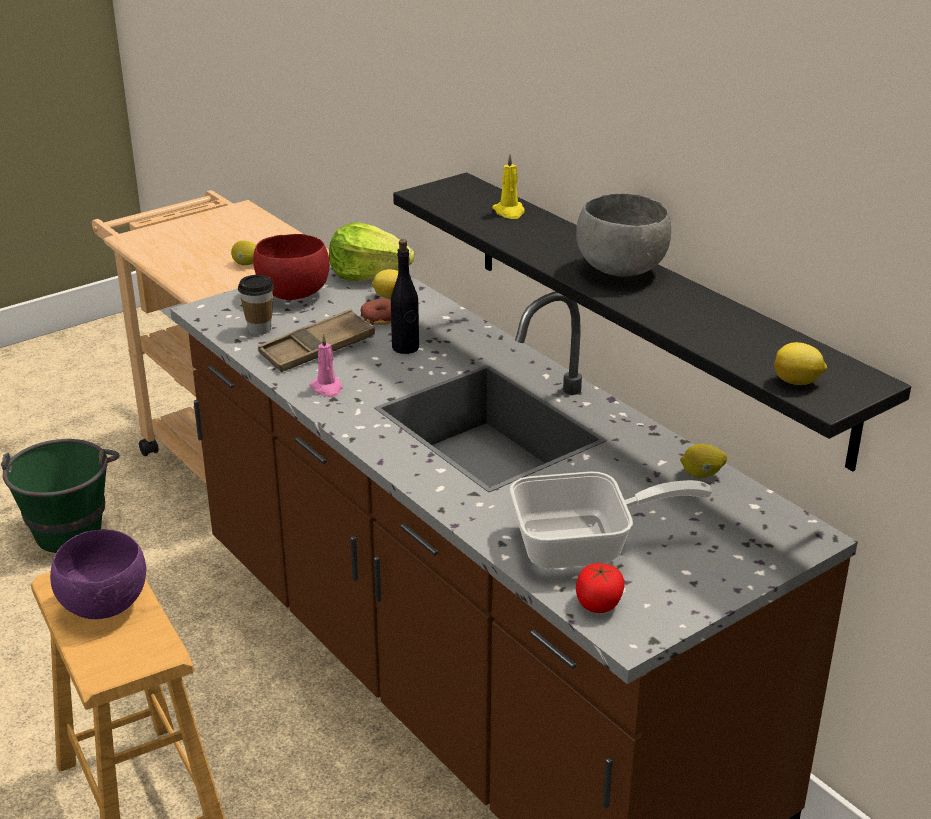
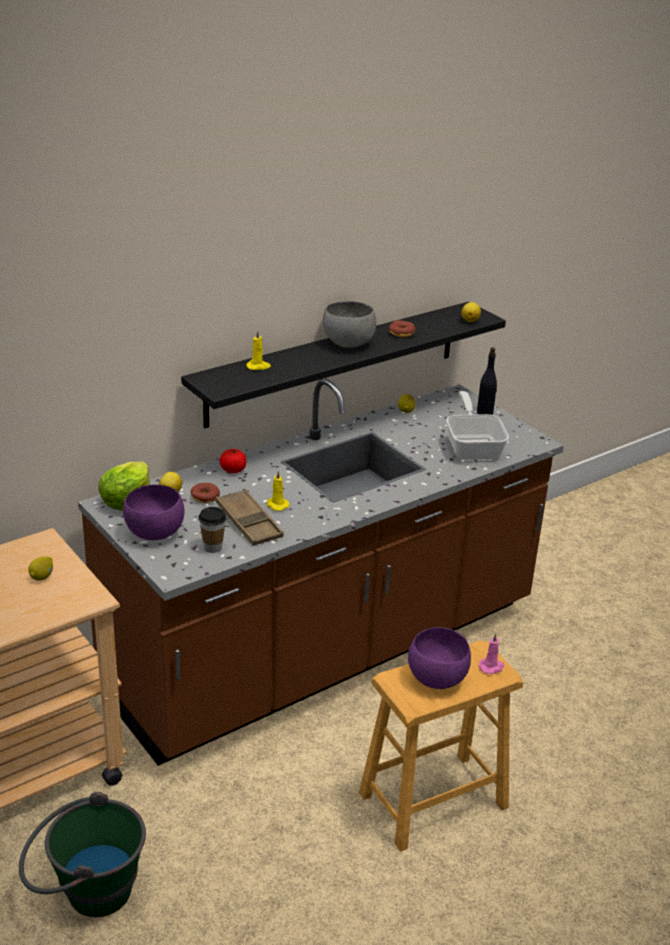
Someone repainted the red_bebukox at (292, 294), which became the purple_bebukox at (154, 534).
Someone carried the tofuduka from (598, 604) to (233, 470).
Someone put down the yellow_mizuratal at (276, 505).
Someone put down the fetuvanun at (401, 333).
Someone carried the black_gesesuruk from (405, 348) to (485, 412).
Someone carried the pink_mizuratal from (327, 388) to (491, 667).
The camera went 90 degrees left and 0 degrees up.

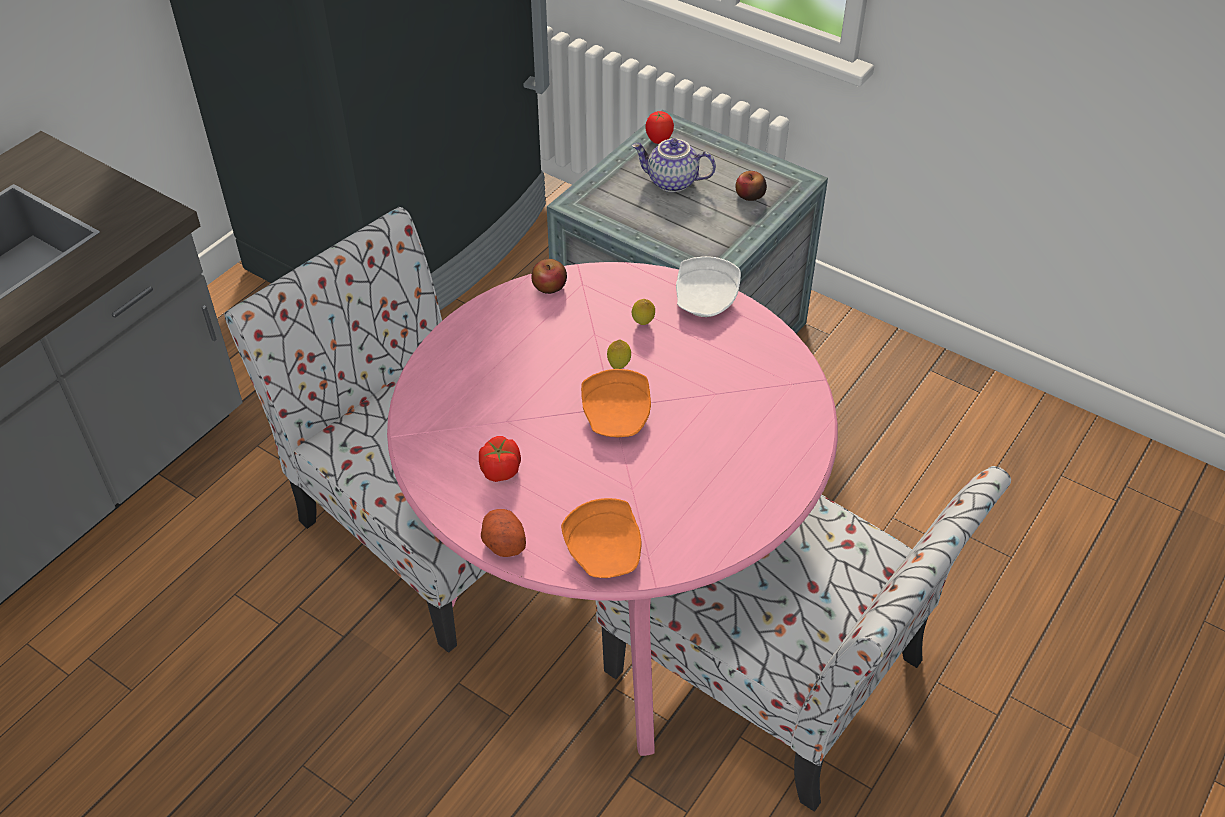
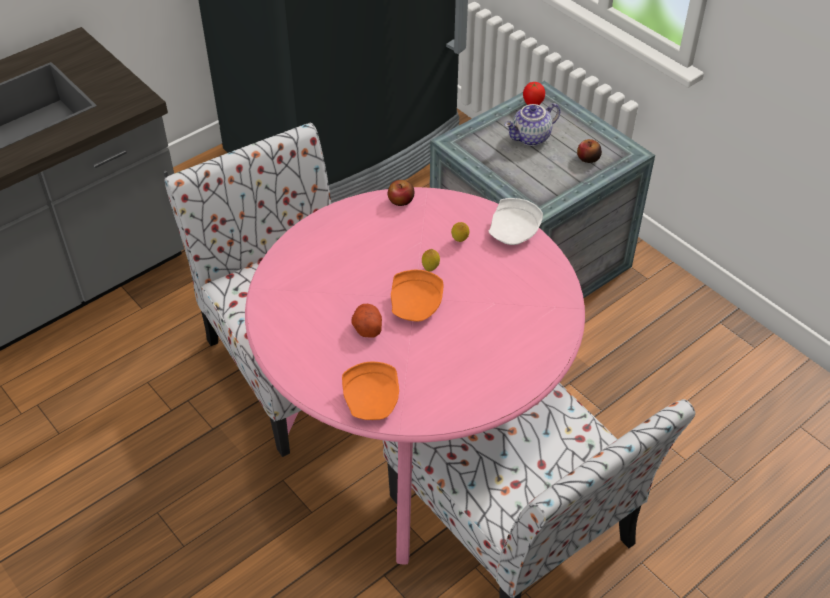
Someone carried the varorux from (503, 542) to (367, 327).
Someone rotated the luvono at (671, 182) by 60 degrees counterclockwise.
Someone took away the tofuduka at (500, 470).
The camera went 15 degrees right and 0 degrees up.

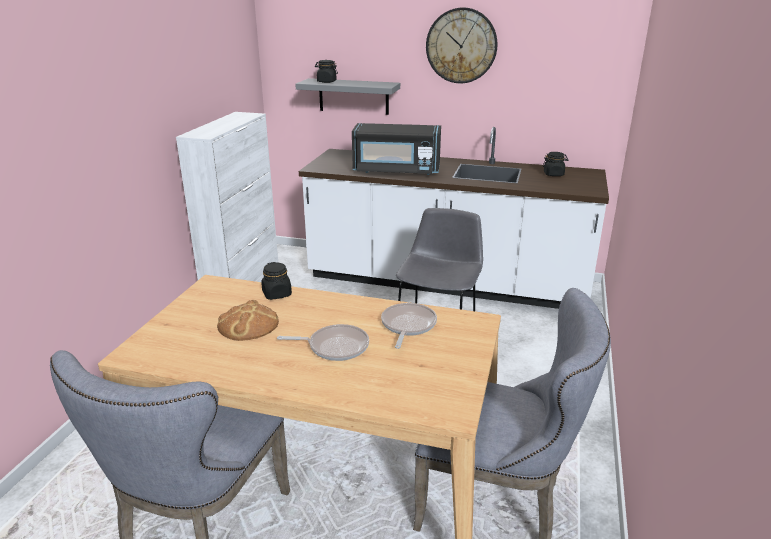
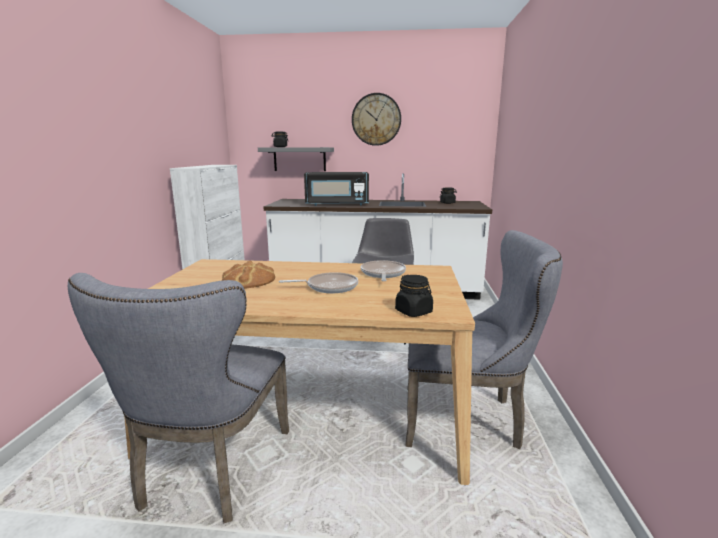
Someone carried the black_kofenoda from (277, 294) to (414, 312).
The camera went 10 degrees left and 10 degrees down.

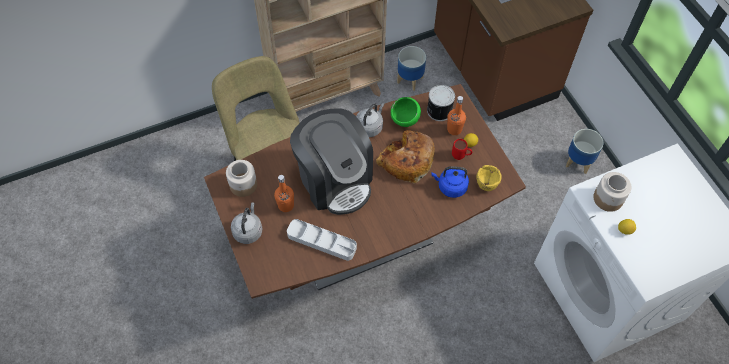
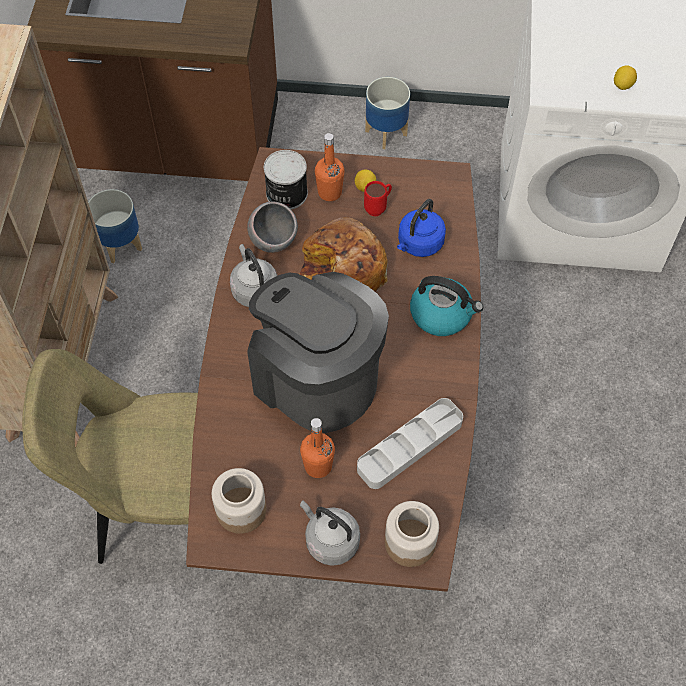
Someone repainted the green_bebukox at (405, 120), which became the grey_bebukox at (273, 241).
Someone rotated the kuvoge at (335, 180) by 135 degrees counterclockwise.
Someone carried the kofenoda from (608, 198) to (410, 542).
Someone put down the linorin at (442, 314).
Someone took away the yellow_bebukox at (486, 184).
The camera went 60 degrees left and 0 degrees up.

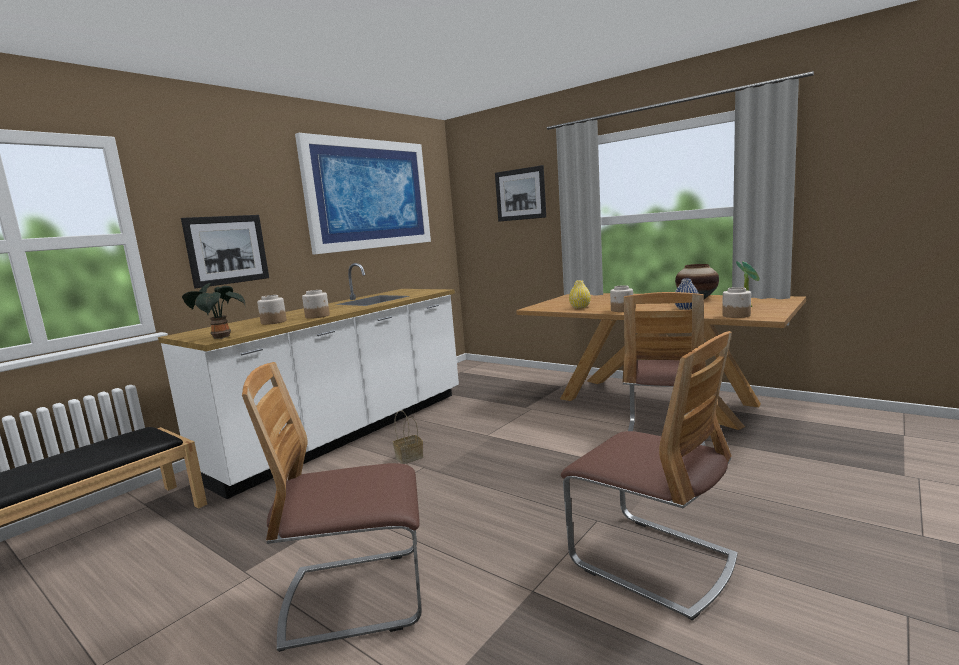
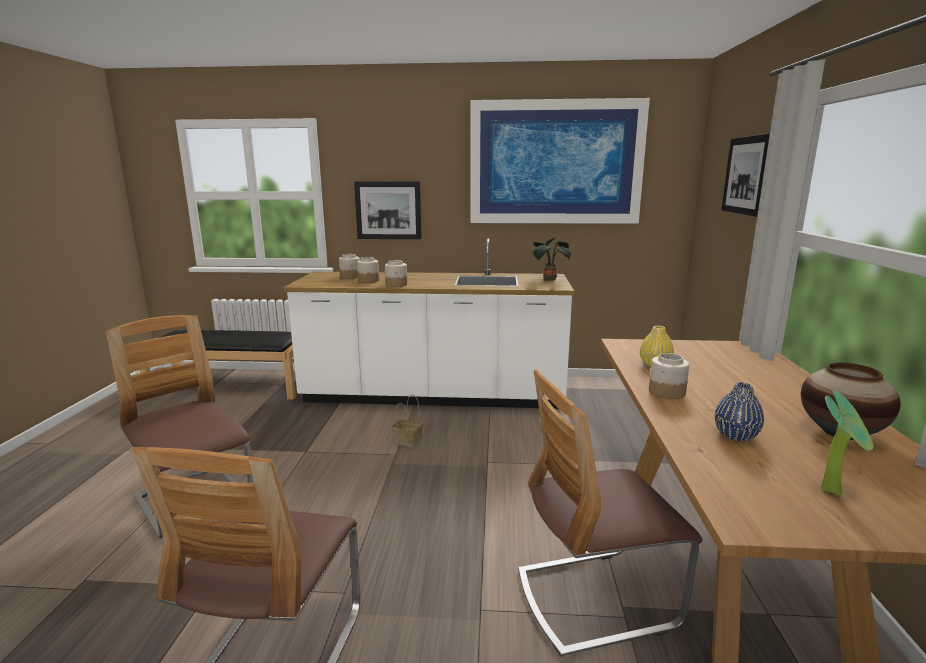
Someone carried the kofenoda from (736, 315) to (350, 276).
Someone carried the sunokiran from (219, 337) to (549, 279).
The camera went 55 degrees right and 5 degrees up.

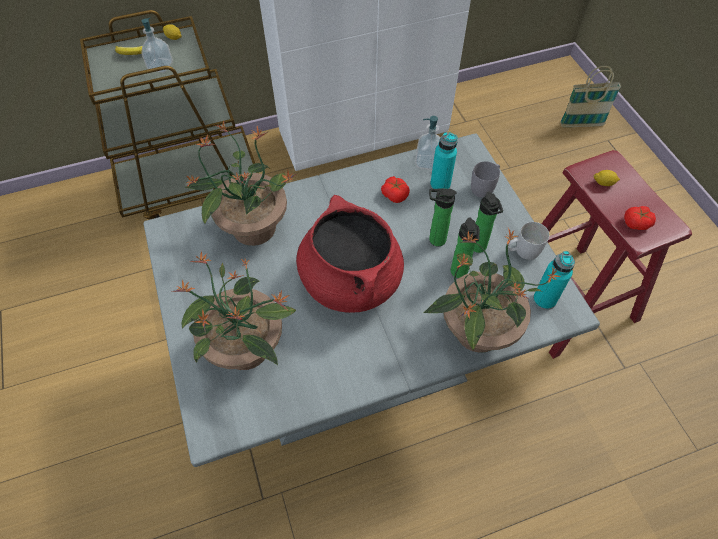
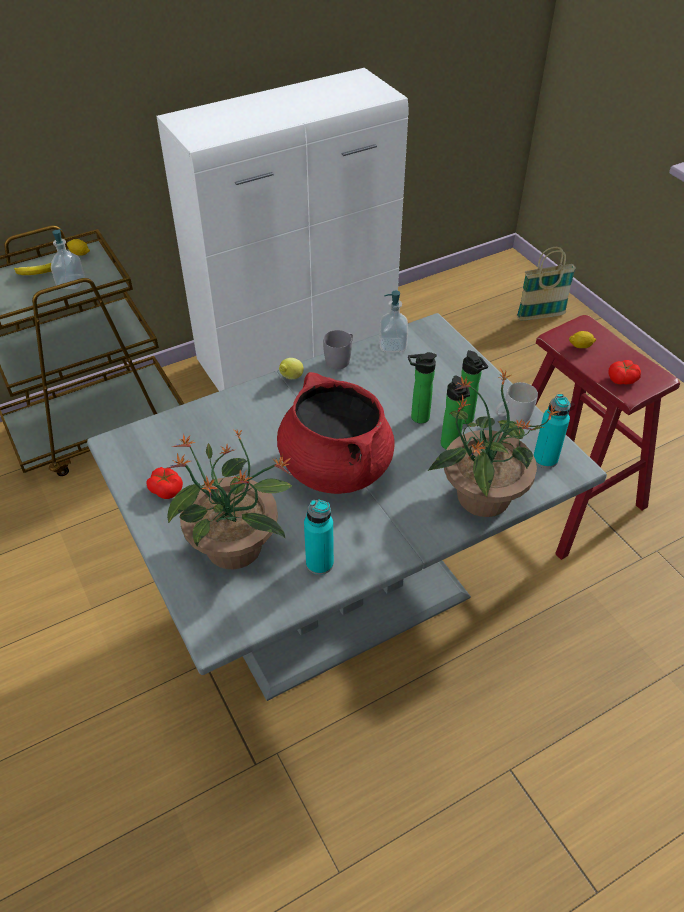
Someone carried the tofuduka from (395, 195) to (166, 489).
Someone put down the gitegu at (291, 378).
Someone carried the turquoise_gesesuruk from (440, 185) to (319, 563).
Someone carried the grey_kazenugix from (485, 186) to (340, 359).
Someone took away the sunokiran at (252, 227).
The camera went 10 degrees left and 10 degrees down.

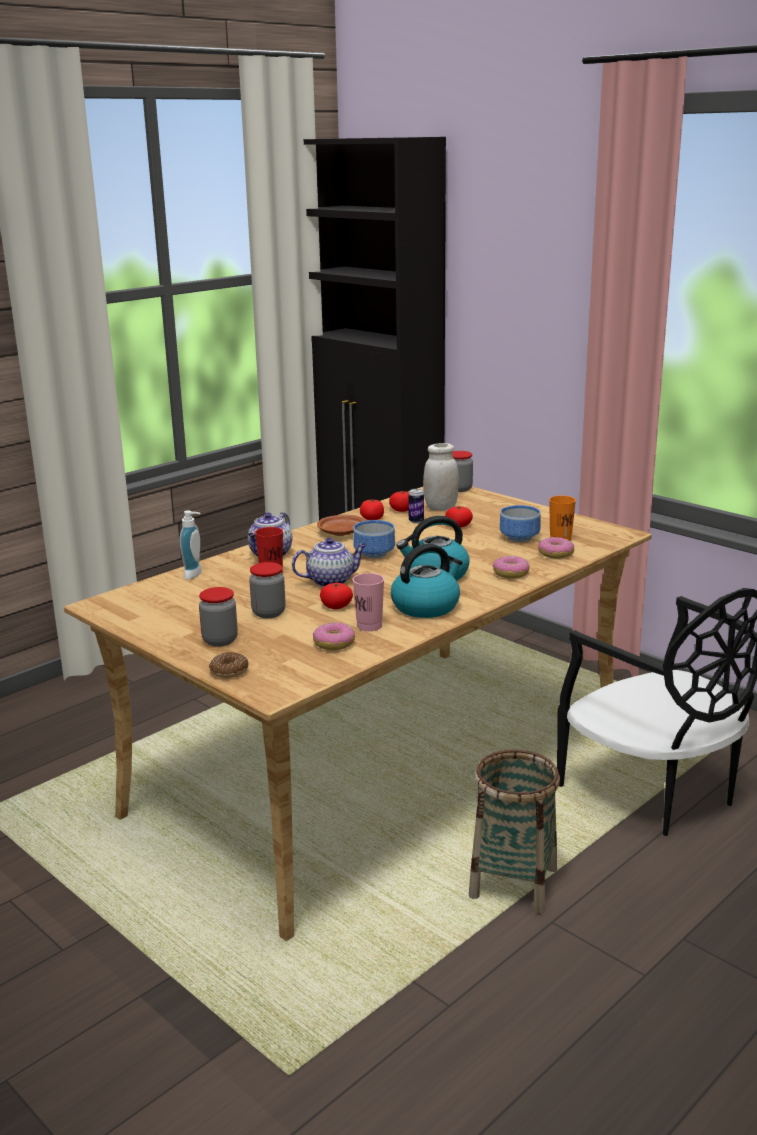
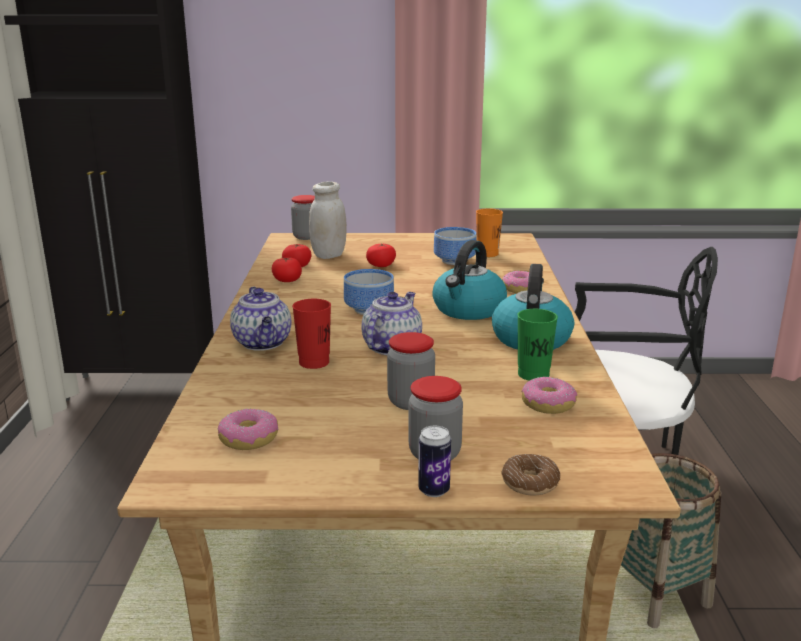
Someone carried the fetuvanun from (555, 554) to (248, 439).
Someone carried the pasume from (416, 521) to (434, 490).
Someone repainted the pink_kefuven at (369, 626), which became the green_kefuven at (533, 374).
Someone took away the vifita at (195, 575).
Someone took away the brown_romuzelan at (341, 532).
Someone took away the tofuduka at (336, 606).
The camera went 45 degrees left and 0 degrees up.

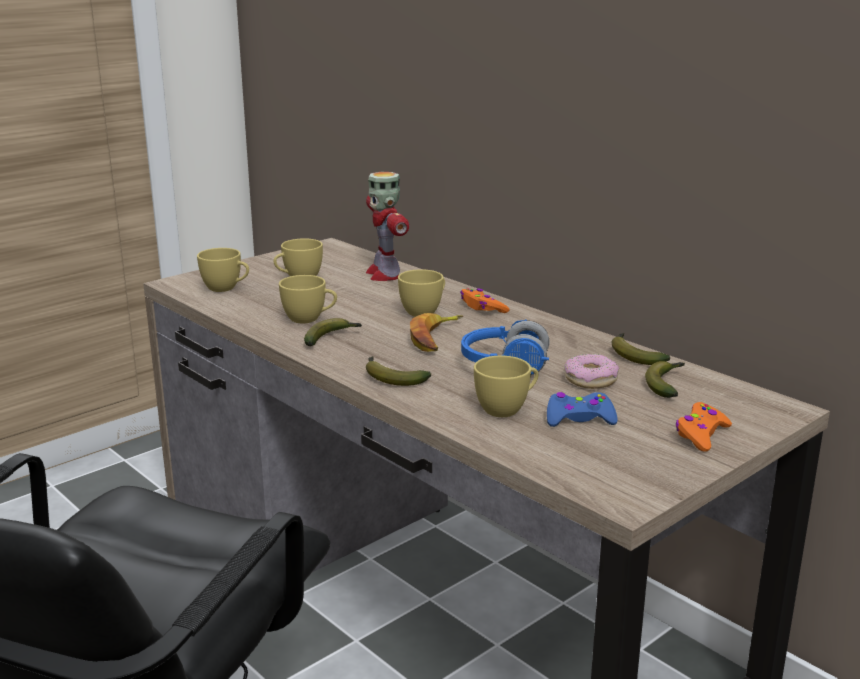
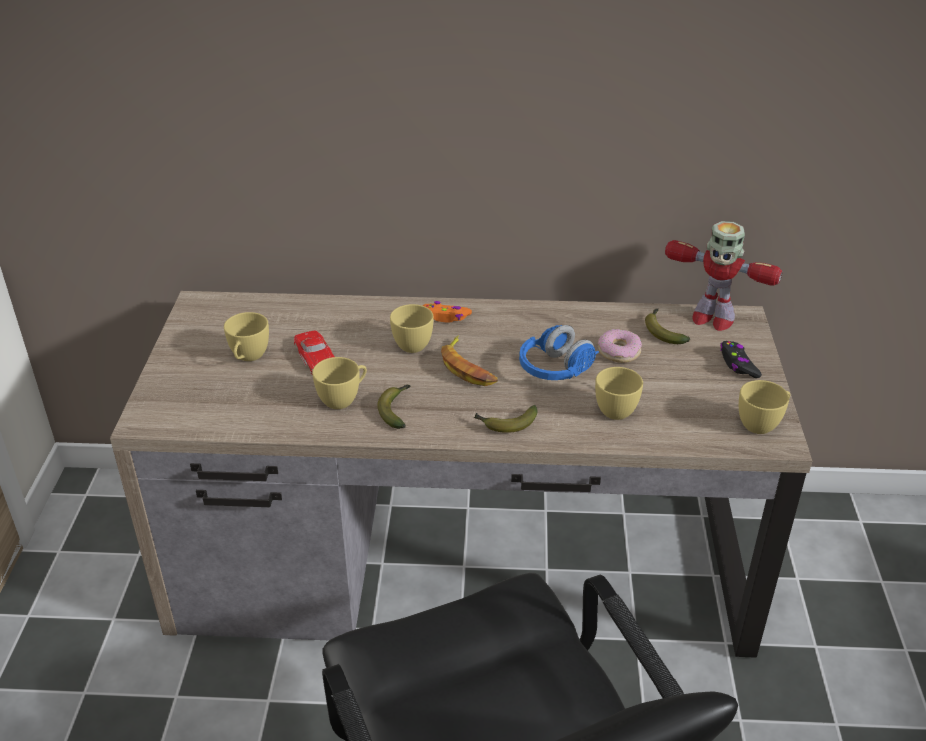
Someone put down the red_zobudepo at (315, 356).
Someone carried the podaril from (384, 274) to (711, 318).
Someone repainted the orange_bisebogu at (701, 434), which became the black_bisebogu at (738, 364).
Someone carried the yellow_kefuven from (226, 288) to (762, 424).
Someone took away the blue_bisebogu at (579, 418).
Someone took away the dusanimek at (634, 355).
The camera went 45 degrees left and 15 degrees up.

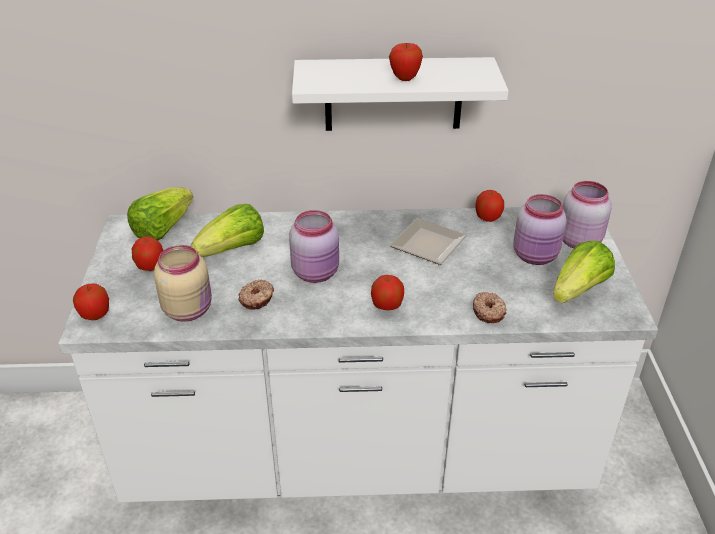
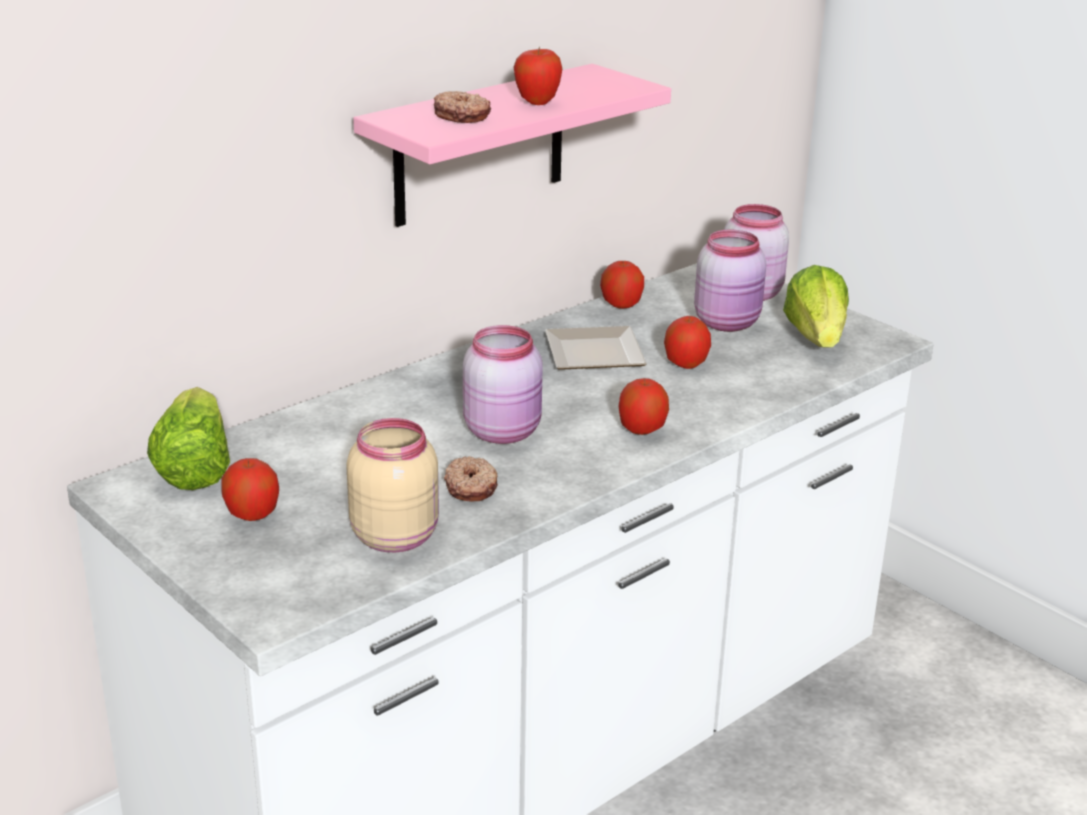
Someone repainted the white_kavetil at (393, 94), which became the pink_kavetil at (479, 146).
Someone carried the fetuvanun from (489, 312) to (462, 116).
Someone carried the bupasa from (95, 315) to (686, 364).
Someone took away the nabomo at (233, 249).
The camera went 40 degrees left and 10 degrees down.

